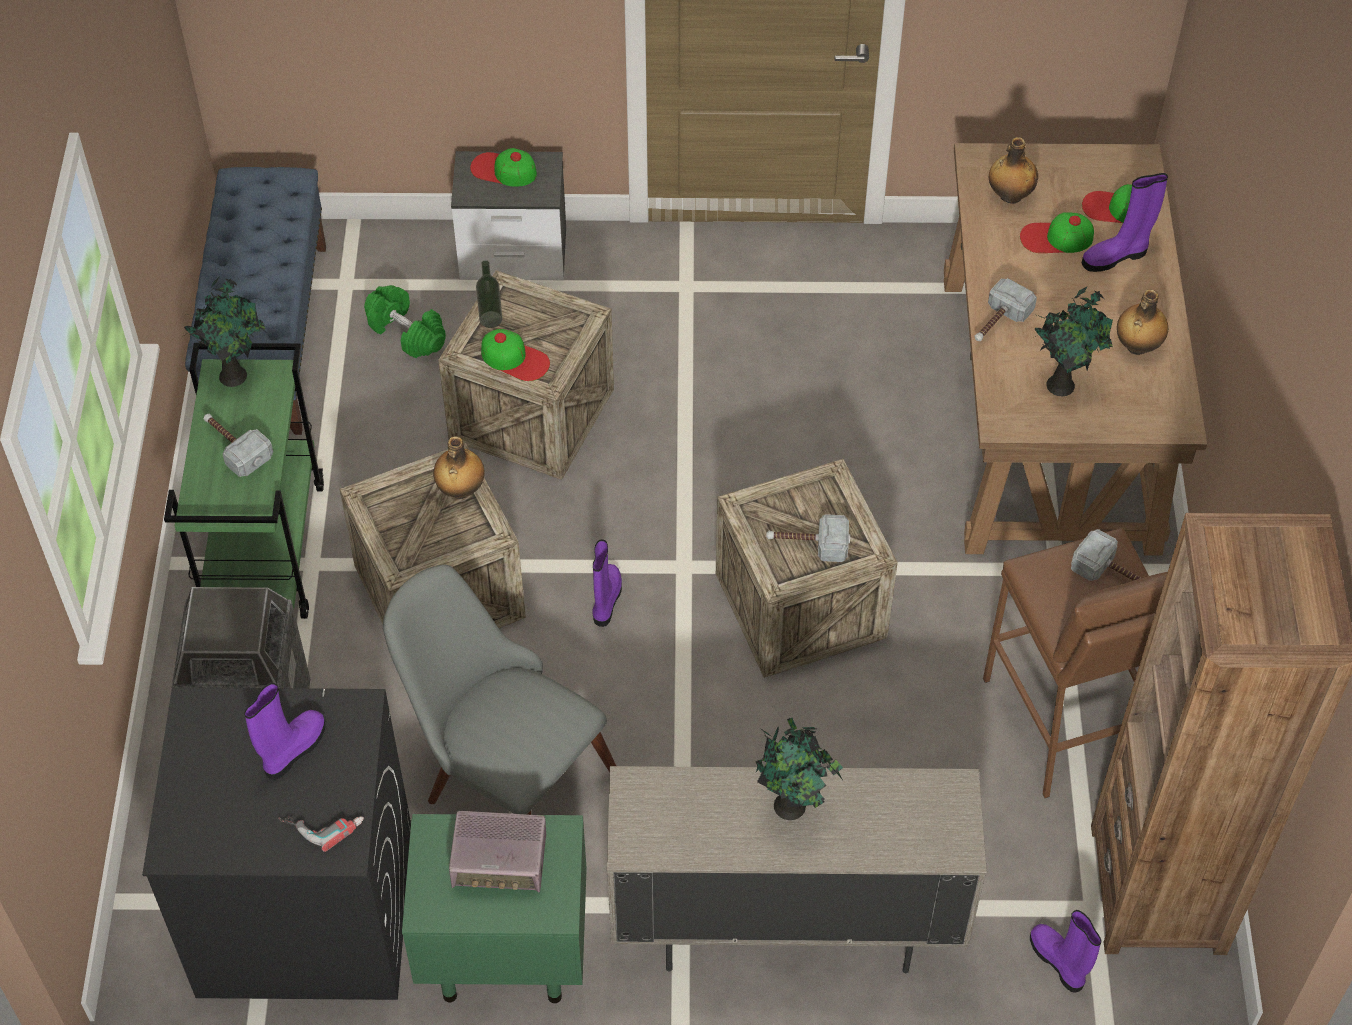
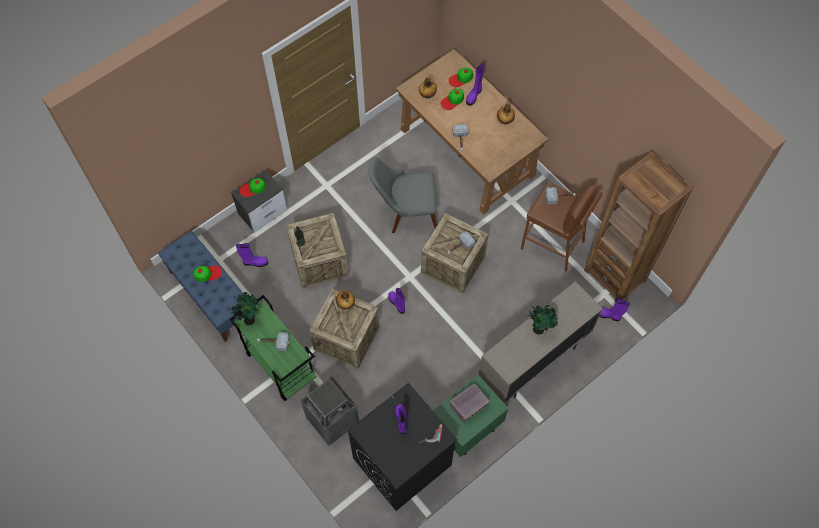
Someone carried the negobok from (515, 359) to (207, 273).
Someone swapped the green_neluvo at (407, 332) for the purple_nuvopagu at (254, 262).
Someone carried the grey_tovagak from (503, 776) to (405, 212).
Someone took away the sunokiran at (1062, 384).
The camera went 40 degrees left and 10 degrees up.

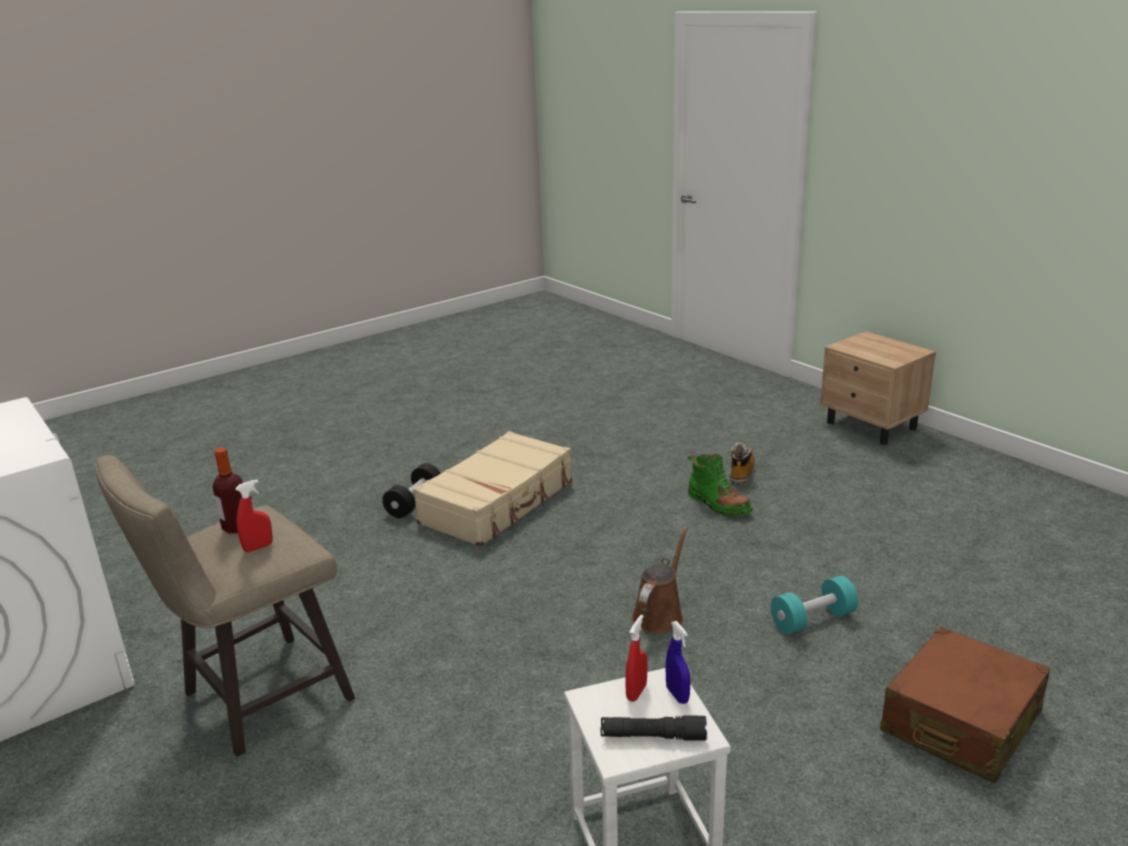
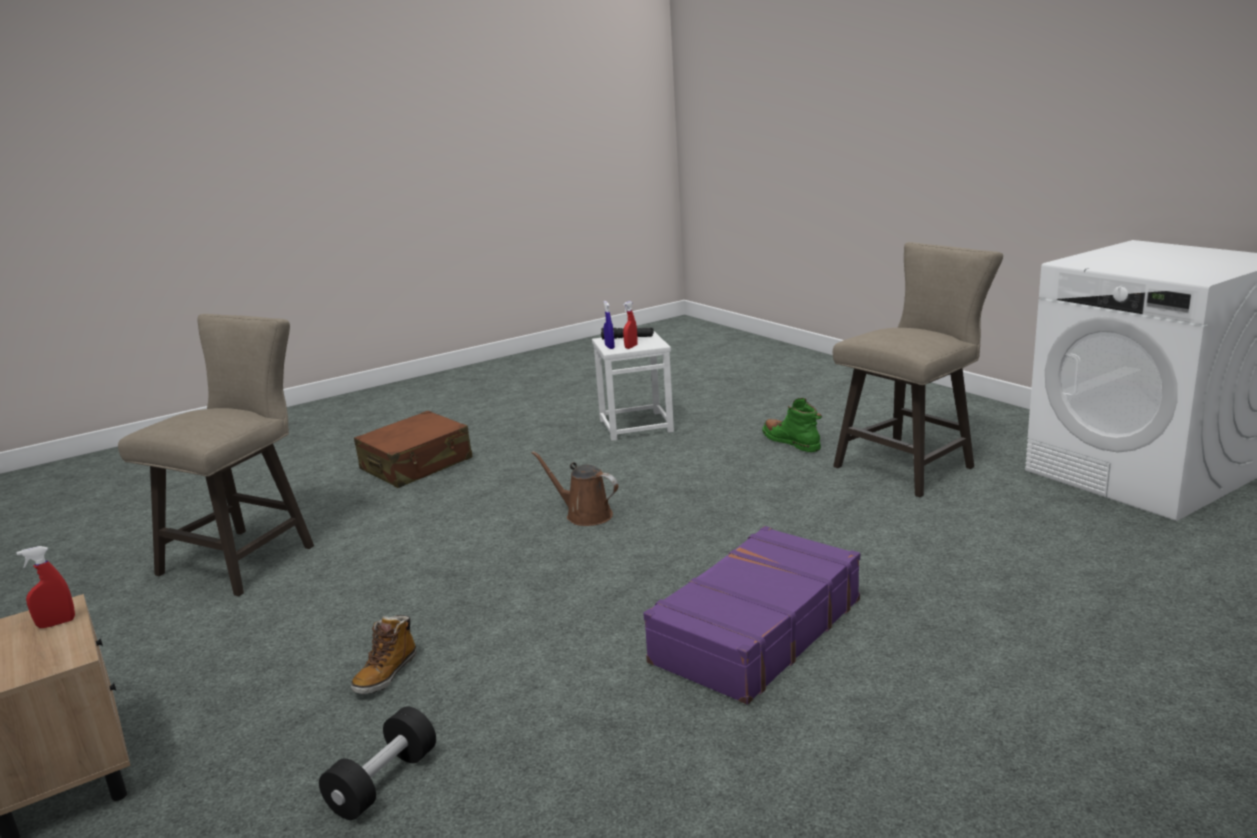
Someone carried the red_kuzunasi from (258, 547) to (56, 623).
Someone put down the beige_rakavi at (247, 556).
Someone carried the black_neluvo from (414, 503) to (383, 782).
Someone rotated the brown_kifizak at (659, 615) by 90 degrees clockwise.
Someone repainted the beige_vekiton at (498, 503), which became the purple_vekiton at (755, 631).
Someone carried the green_nuvopagu from (718, 504) to (791, 442).
Someone took away the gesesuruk at (236, 527).
Someone took away the turquoise_neluvo at (812, 620).
The camera went 175 degrees left and 5 degrees down.

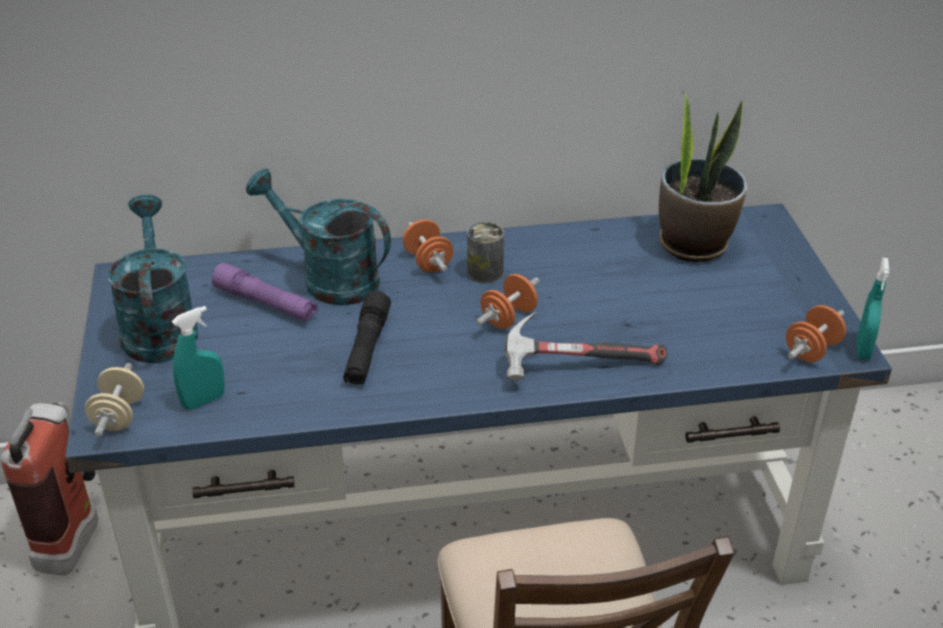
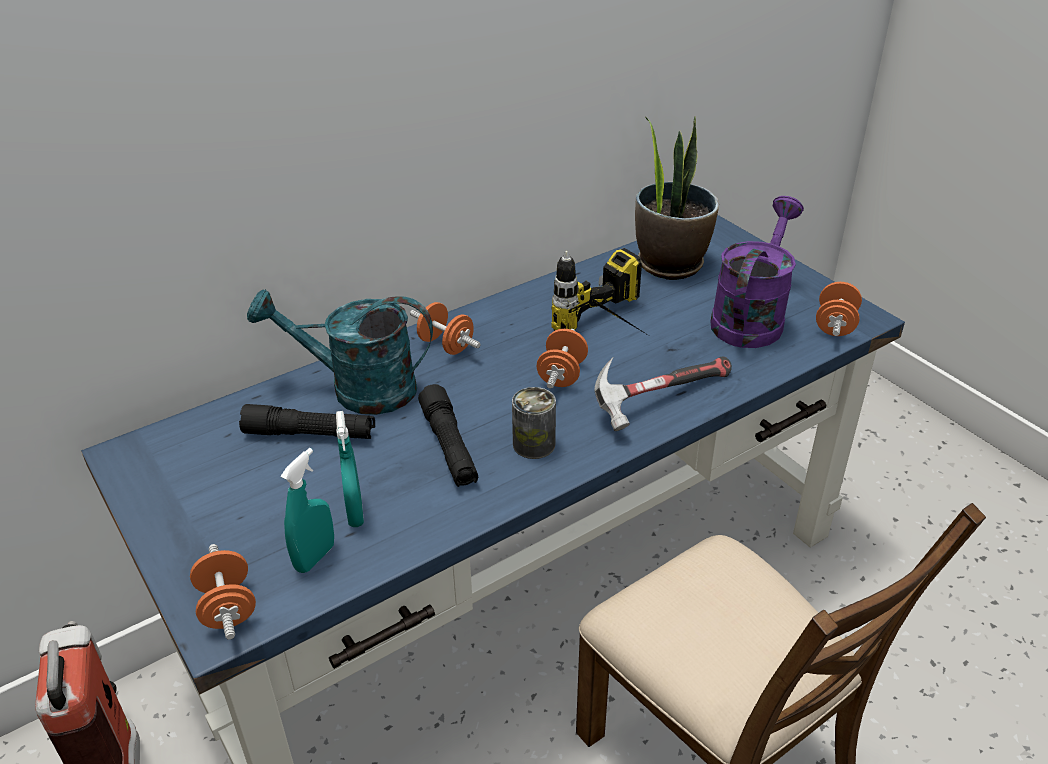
Someone repainted the beige_neluvo at (119, 416), which became the orange_neluvo at (228, 607).
Someone repainted the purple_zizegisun at (266, 303), which became the black_zizegisun at (310, 434).
Someone carried the turquoise_kuzunasi from (863, 349) to (355, 512).
Someone carried the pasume from (485, 272) to (534, 444).
Someone put down the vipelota at (615, 332).
Someone put down the purple_kifizak at (750, 317).
Someone took away the turquoise_kifizak at (158, 326).
The camera went 25 degrees left and 0 degrees up.

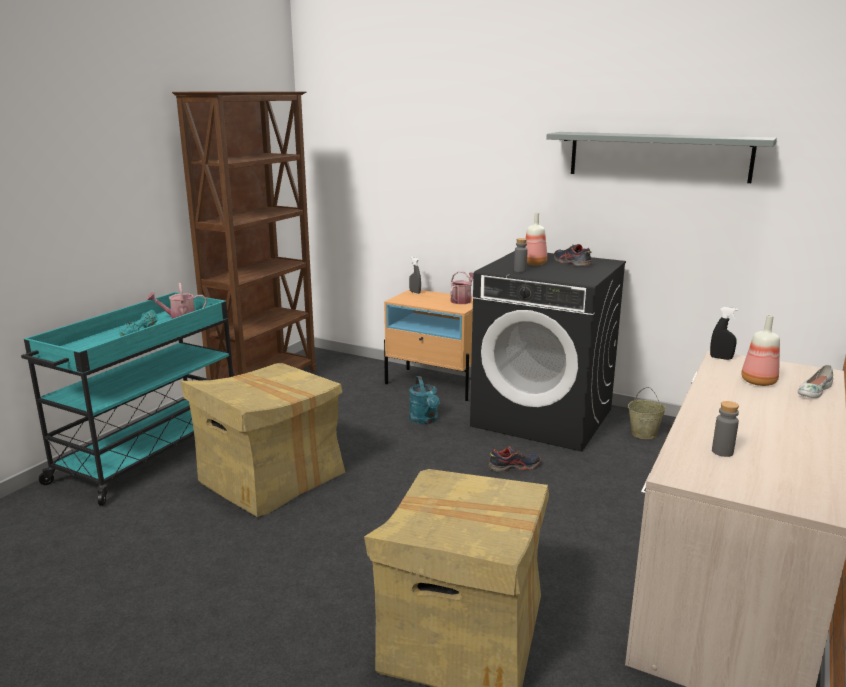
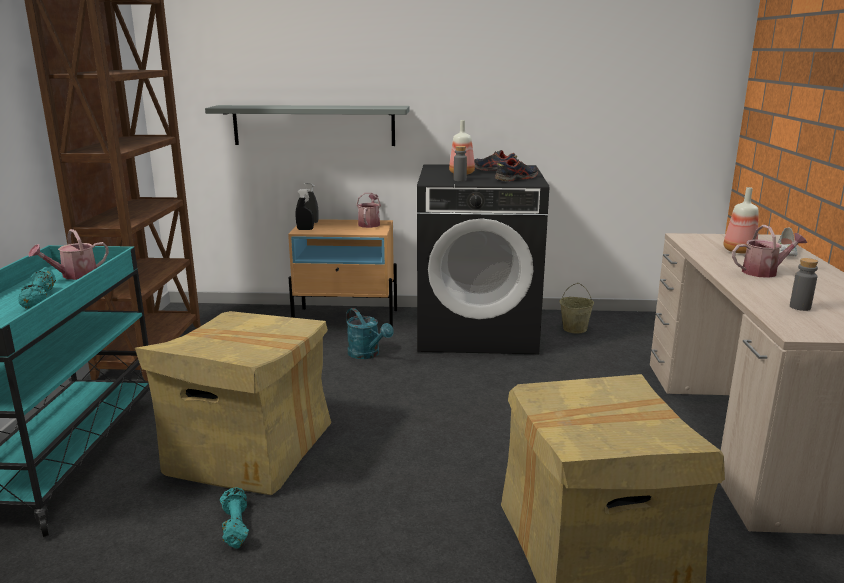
Someone carried the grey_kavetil from (658, 156) to (314, 125).
Someone put down the turquoise_neluvo at (235, 527).
Someone carried the black_kuzunasi from (721, 358) to (305, 229).
Someone carried the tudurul from (514, 466) to (516, 179).
Someone put down the kifizak at (764, 272).
The camera went 25 degrees left and 0 degrees up.

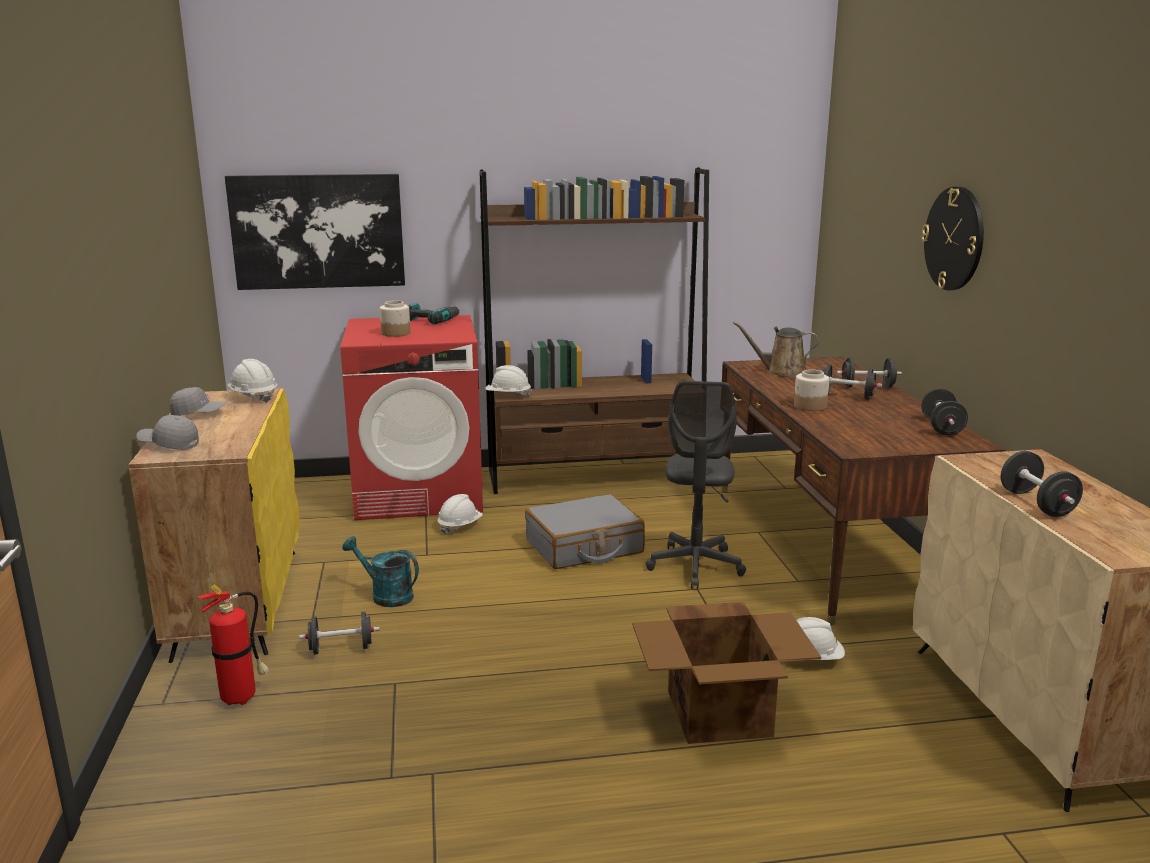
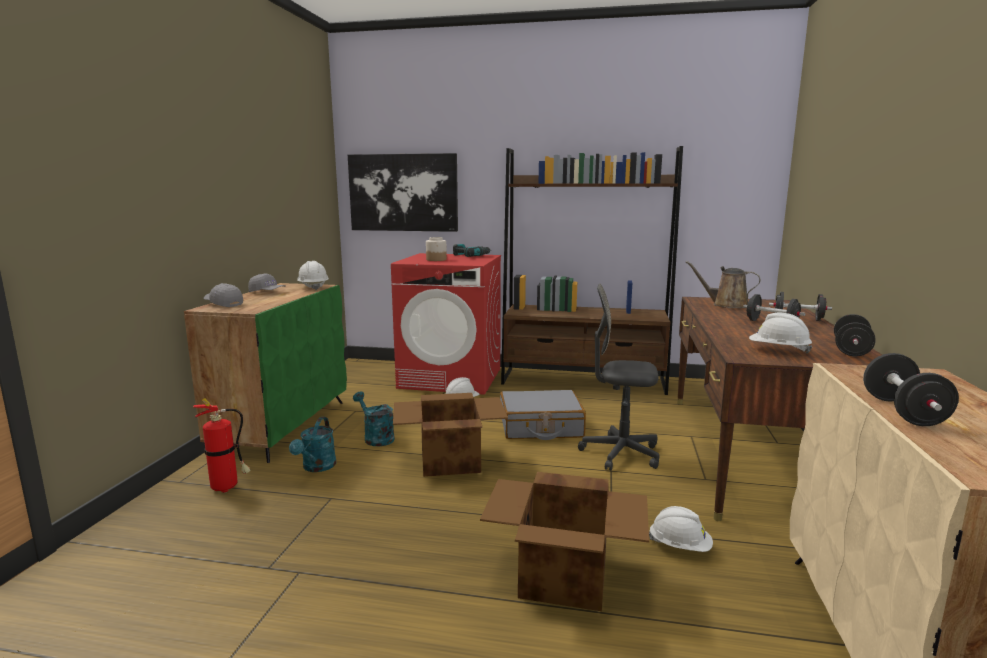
Someone repainted the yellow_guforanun at (238, 601), which became the green_guforanun at (283, 426).
Someone swapped the black_neluvo at (341, 649) for the turquoise_kifizak at (317, 467).
Someone put down the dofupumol at (449, 461).
Someone rotated the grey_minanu at (695, 566) by 75 degrees clockwise.
Someone carried the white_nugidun from (508, 396) to (778, 351).
Someone took away the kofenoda at (810, 406).
Someone took away the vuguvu at (954, 238).
The camera went 20 degrees right and 5 degrees down.

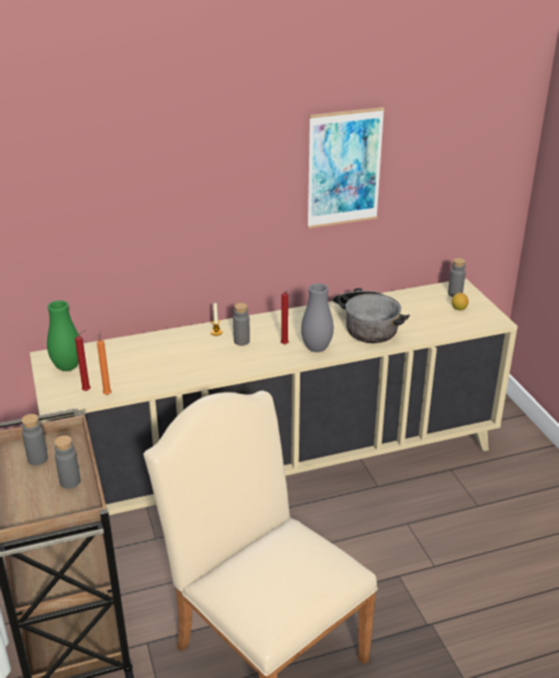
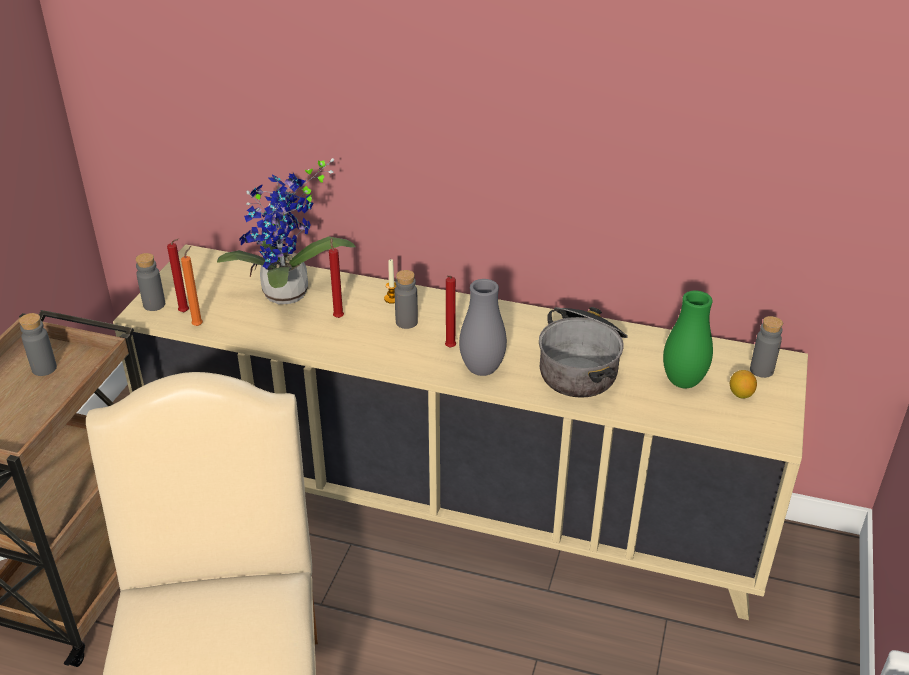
Someone carried the grey_gesesuruk from (70, 481) to (154, 304).
Someone put down the sunokiran at (288, 297).
Someone put down the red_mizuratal at (338, 316).
Someone carried the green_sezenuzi from (67, 367) to (683, 382).
Someone took away the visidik at (344, 168).
The camera went 35 degrees right and 5 degrees up.

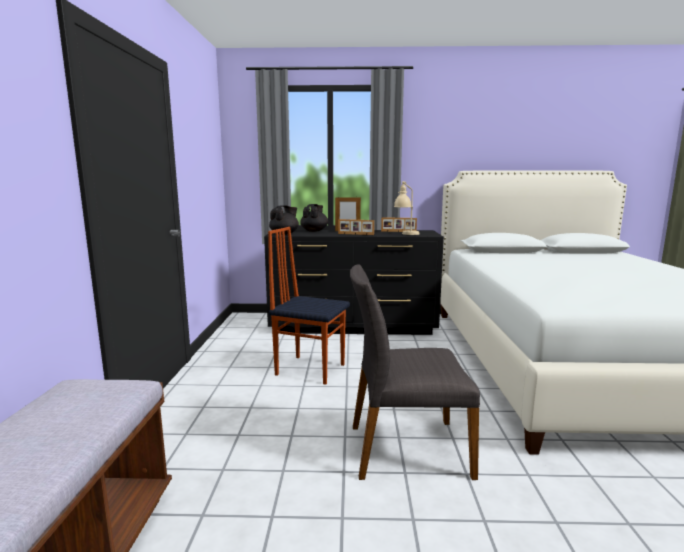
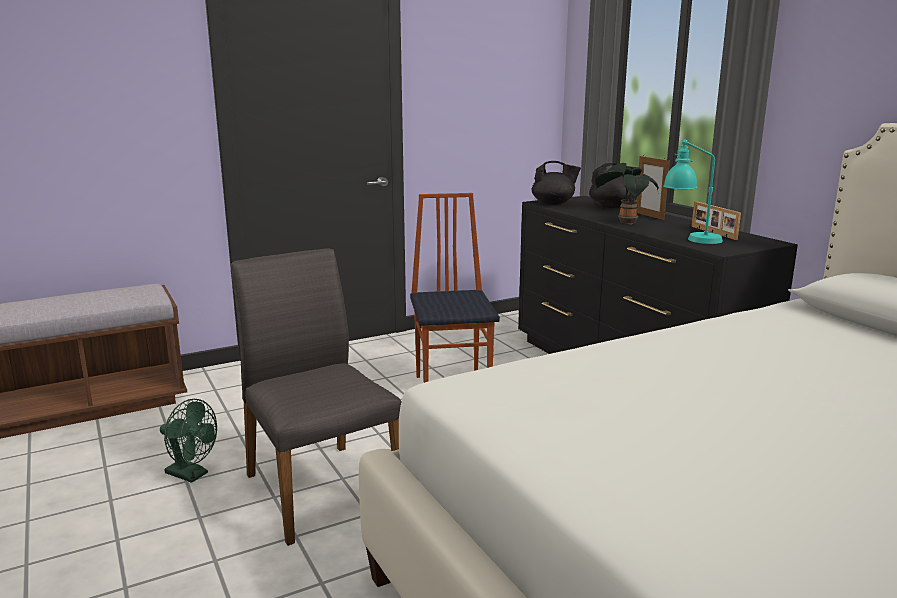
Someone put down the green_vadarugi at (192, 475).
Someone swapped the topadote at (355, 234) for the sunokiran at (625, 222).
Someone repainted the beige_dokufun at (406, 234), which became the turquoise_dokufun at (689, 239).
The camera went 60 degrees right and 5 degrees up.

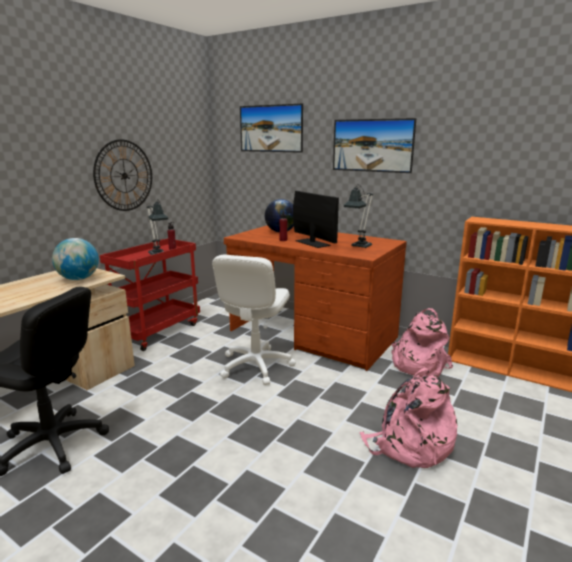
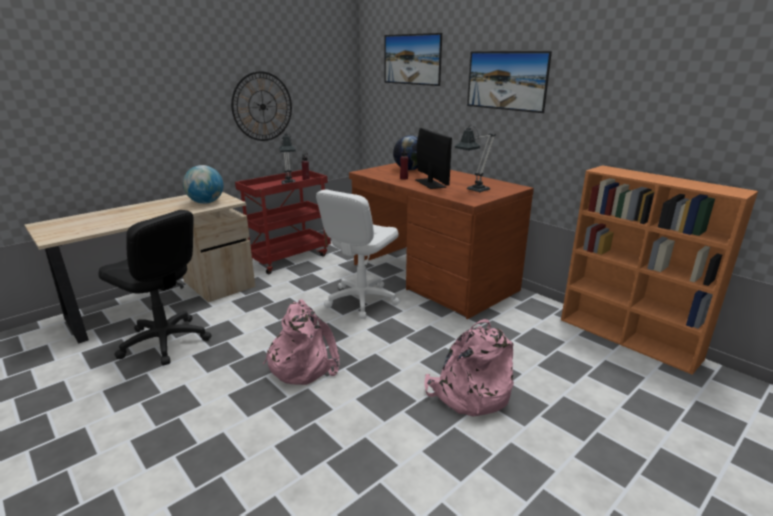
Someone carried the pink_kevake from (417, 365) to (303, 364).
The camera went 15 degrees right and 5 degrees up.

